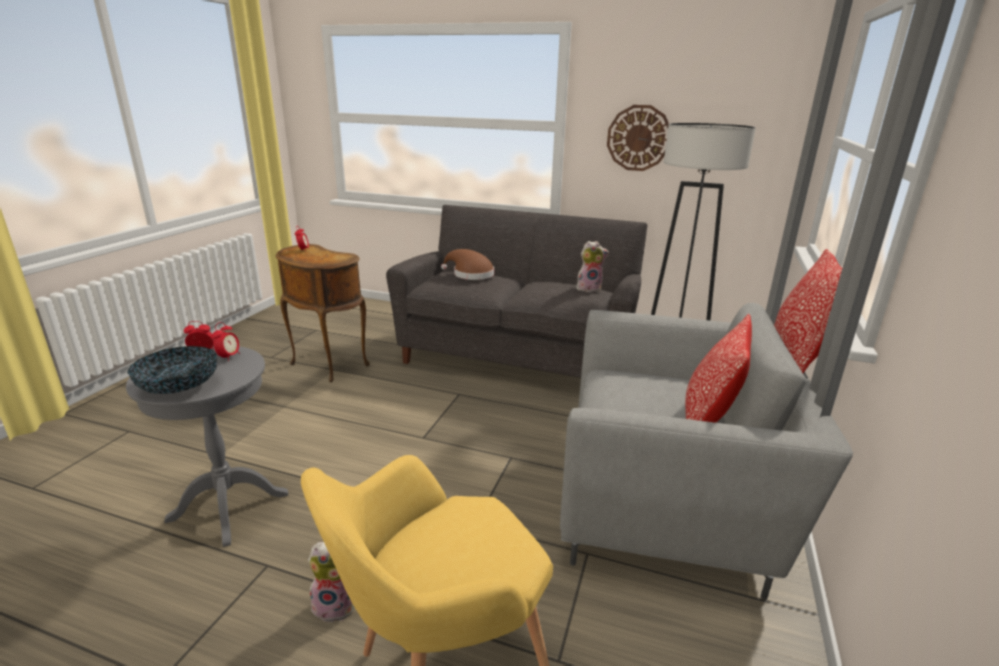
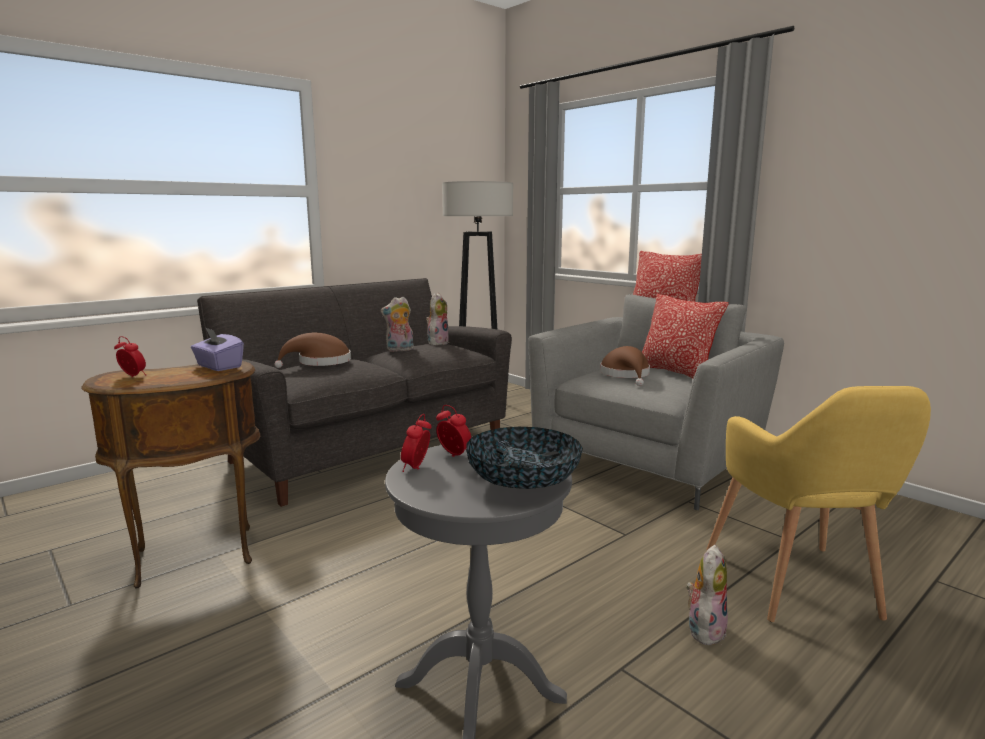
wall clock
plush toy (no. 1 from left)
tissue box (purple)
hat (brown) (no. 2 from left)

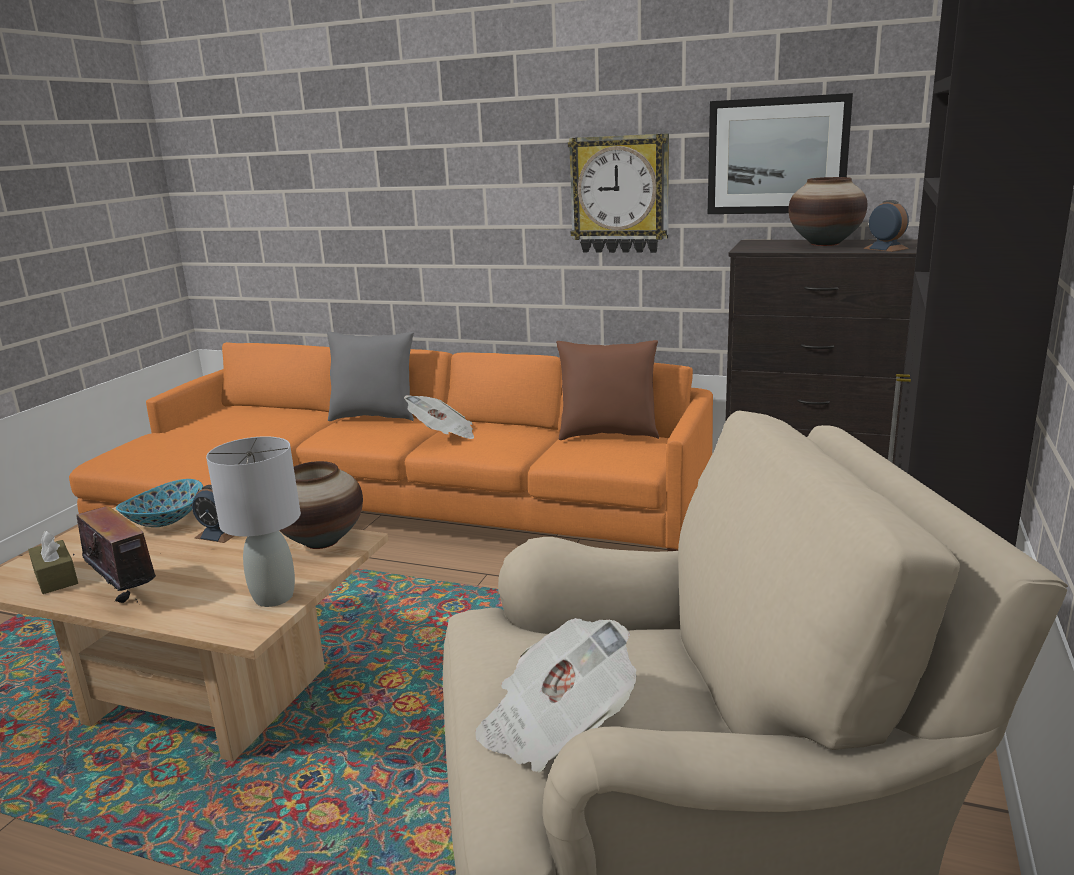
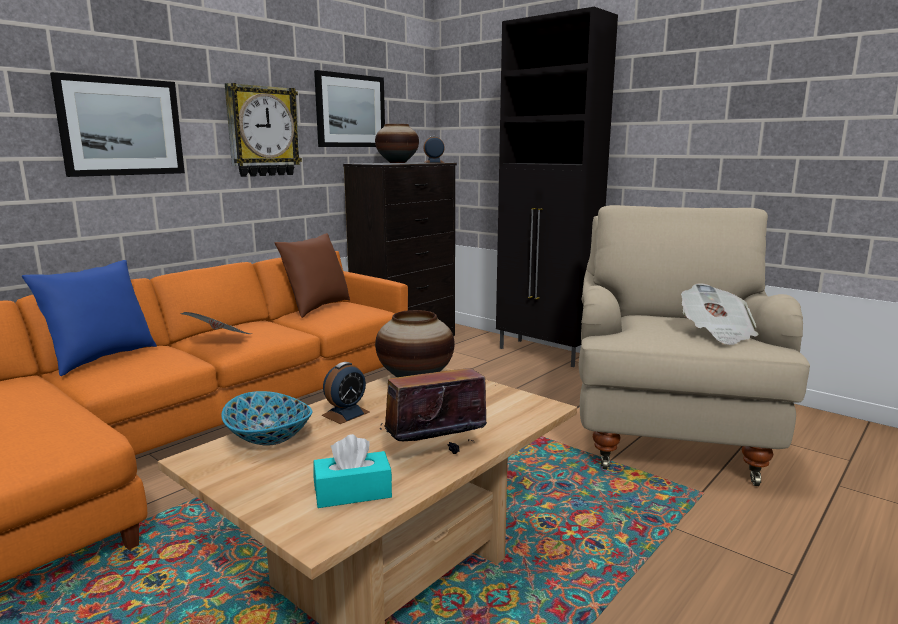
pillow (blue)
table lamp (grey)
tissue box (turquoise)
picture (no. 1 from left)

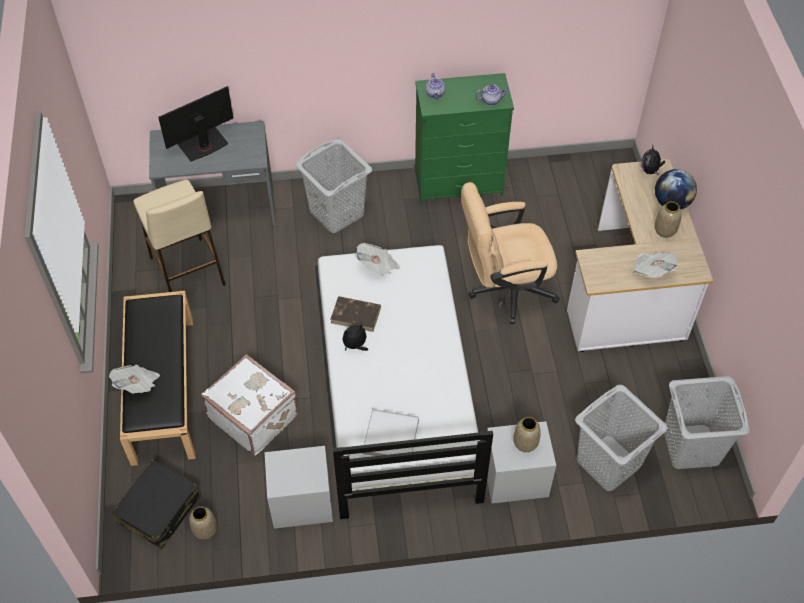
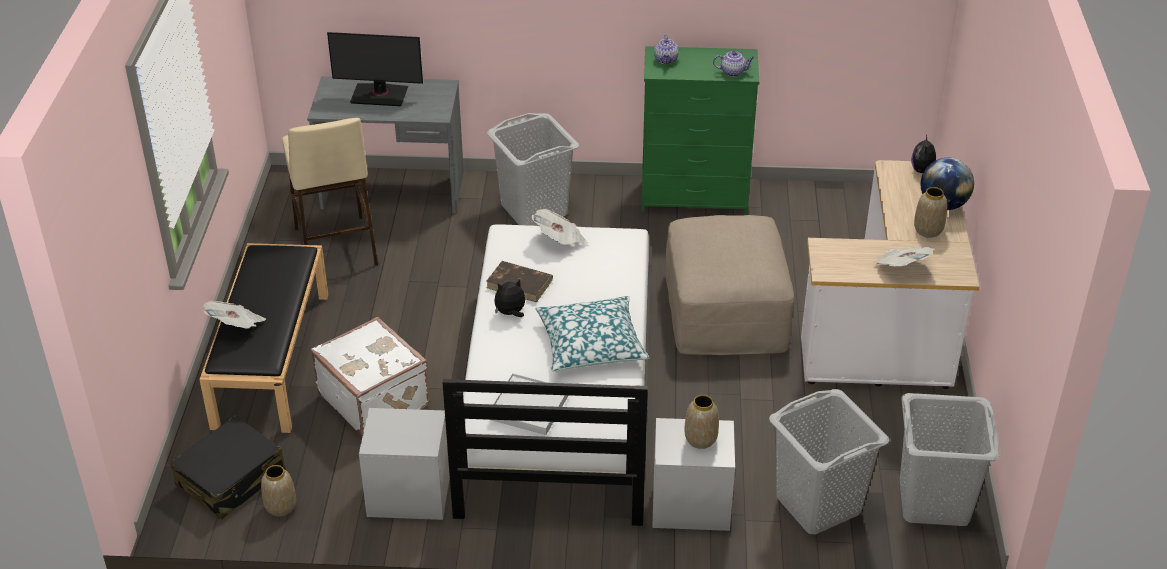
monitor
ottoman (beige)
pillow

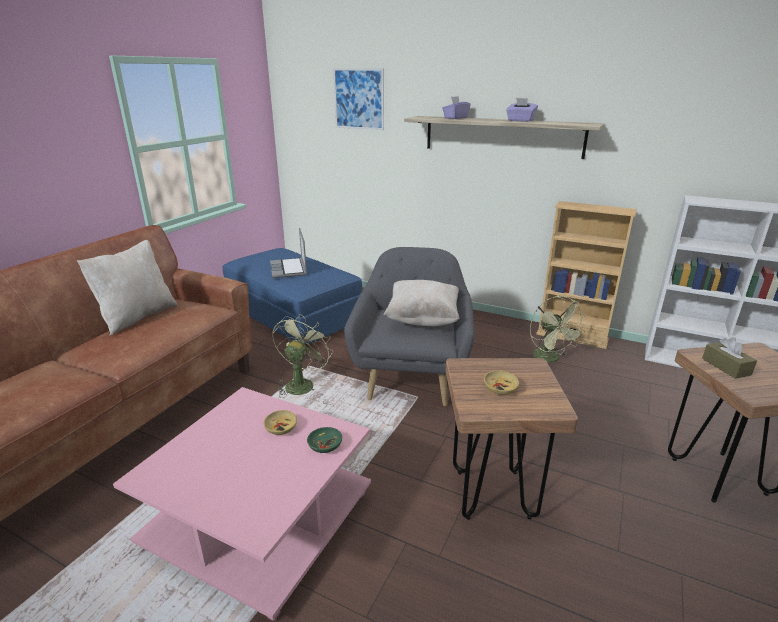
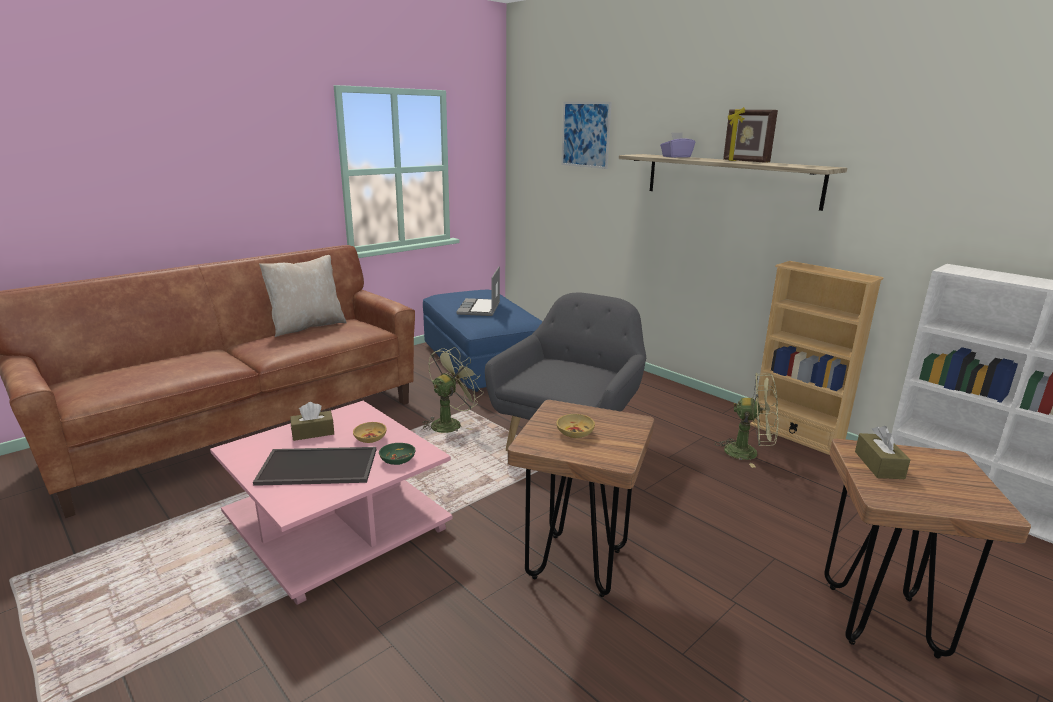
picture frame
pillow (beige) (no. 2 from left in the first image)
fan (green) (no. 2 from left)
tissue box (brown) (no. 1 from left)
tray

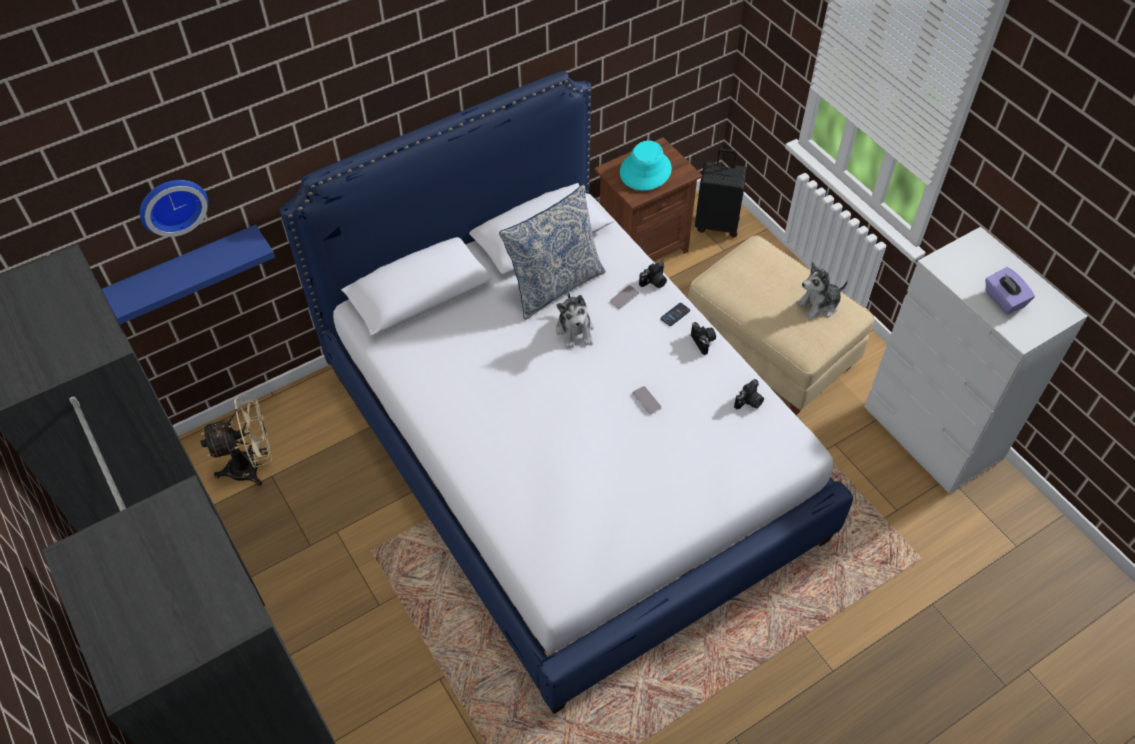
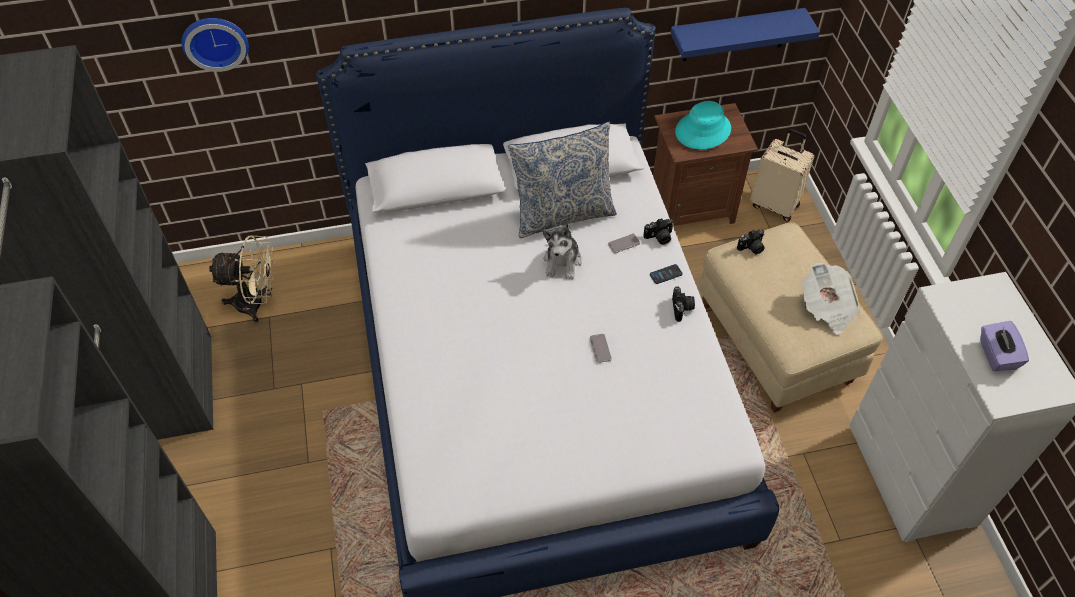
suitcase (beige)
shelf (blue)
newspaper
photo camera (no. 3 from left)

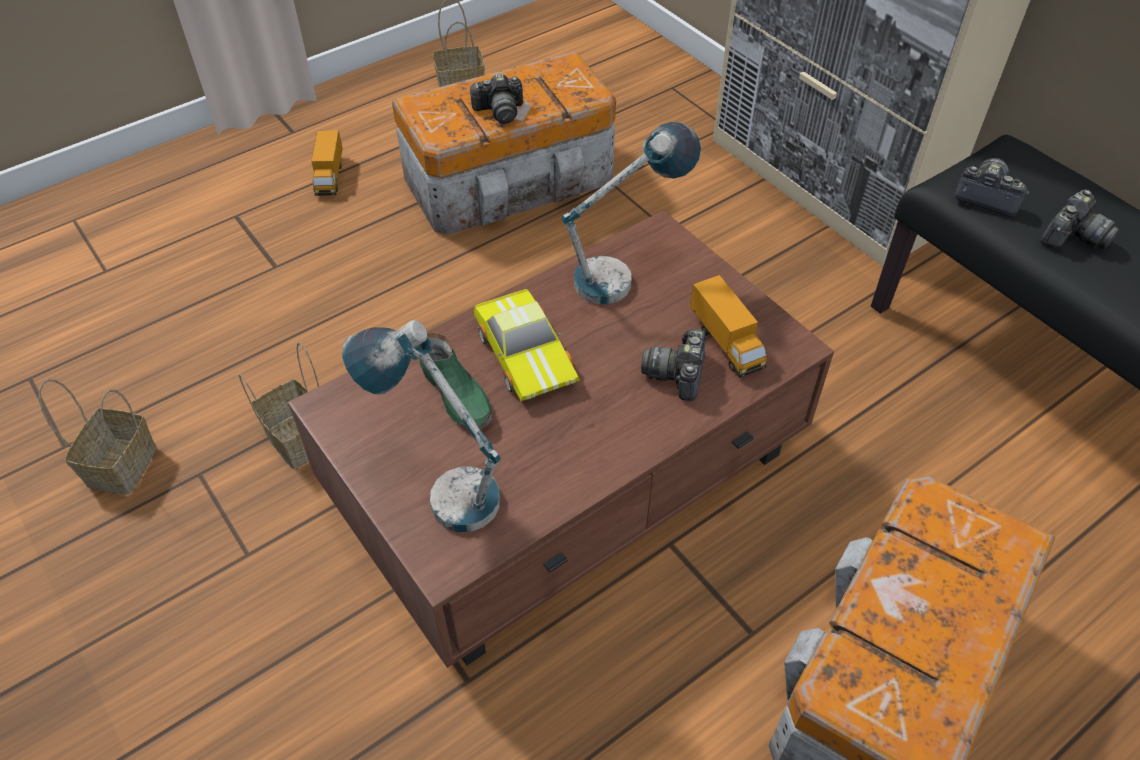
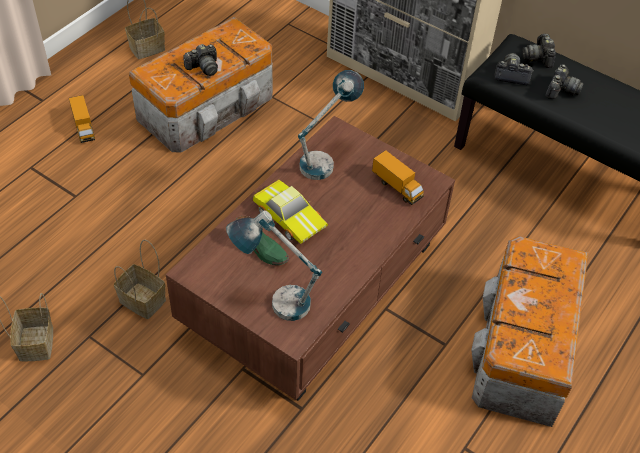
photo camera (no. 3 from left)

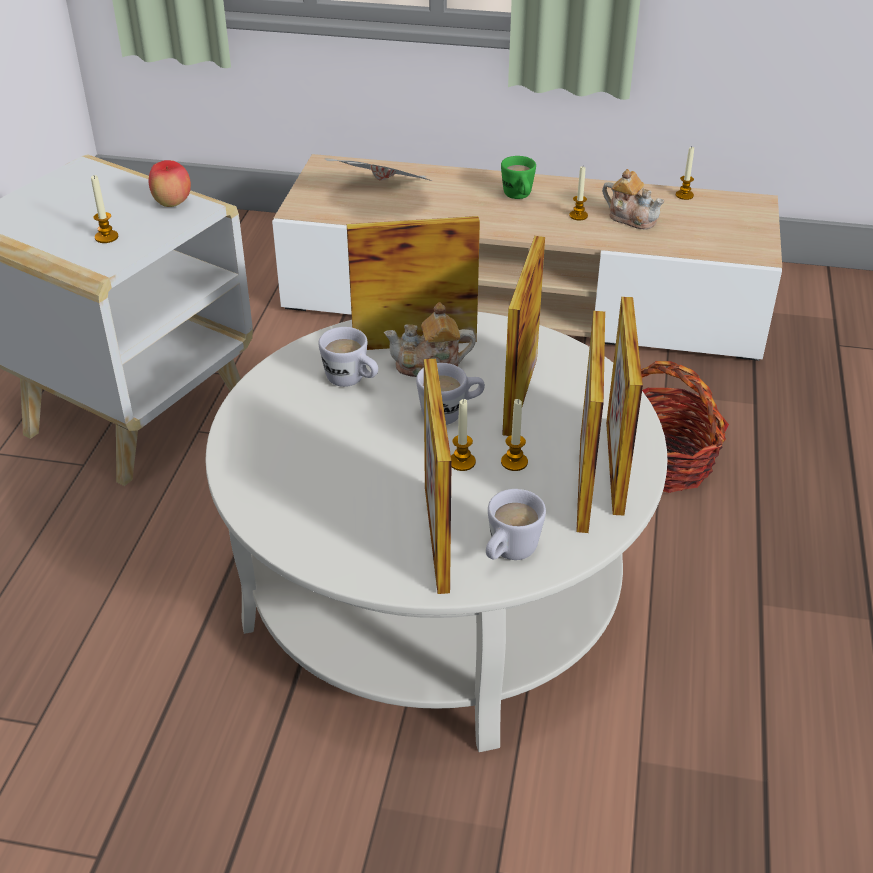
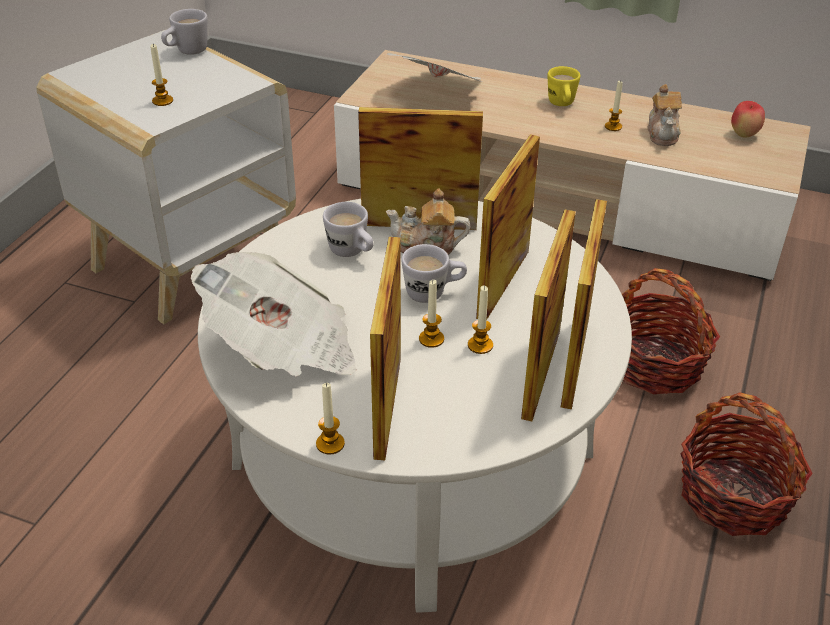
candle (no. 2 from left)
mug (yellow)
apple
teapot (no. 2 from left)
mug (white) (no. 1 from left)
newspaper (no. 1 from left)
basket (no. 2 from left)

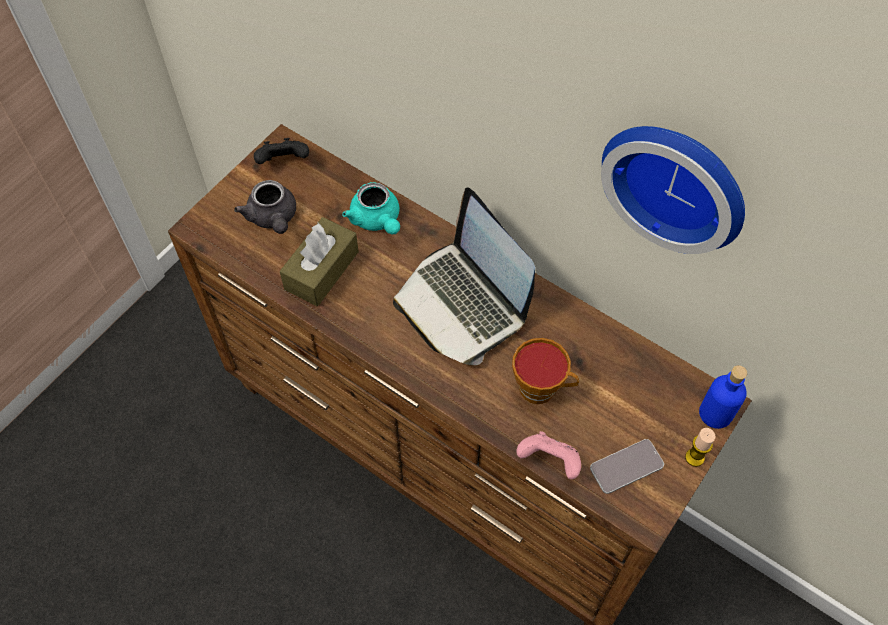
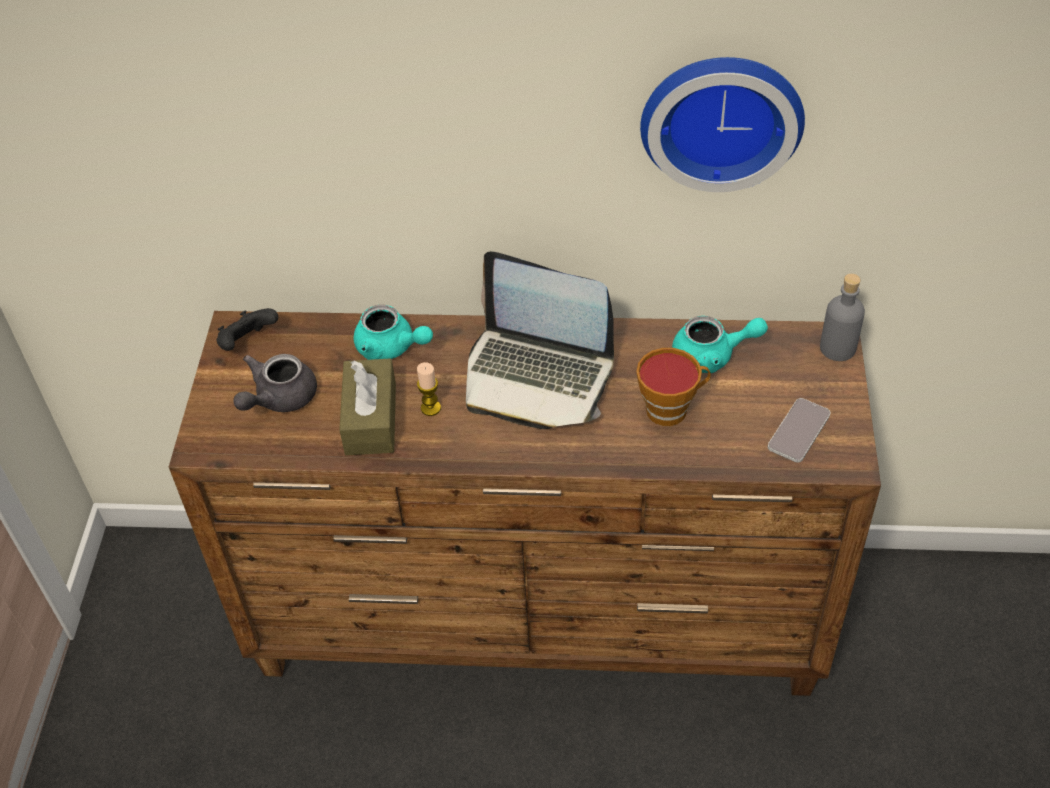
teapot (grey)
bottle (grey)
candle
game controller (pink)
teapot (turquoise) (no. 2 from left)

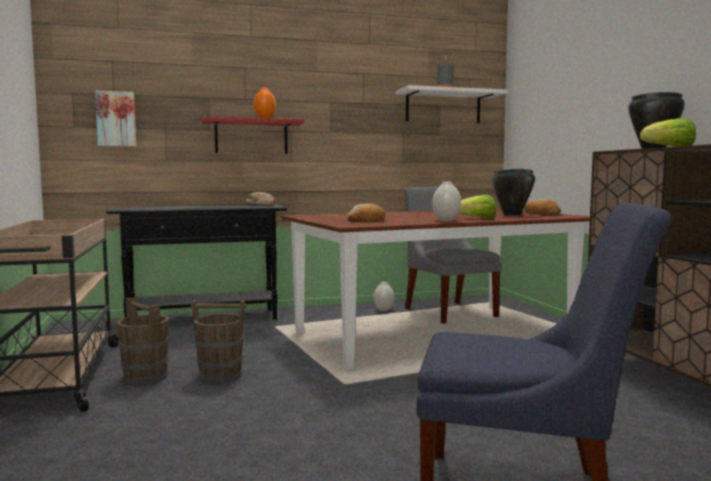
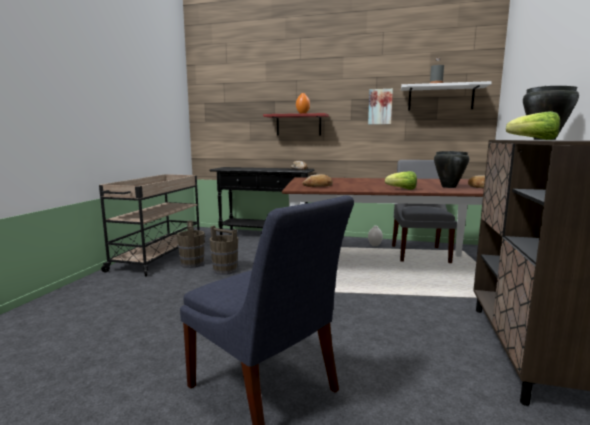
picture
vase (white) (no. 2 from left in the first image)

